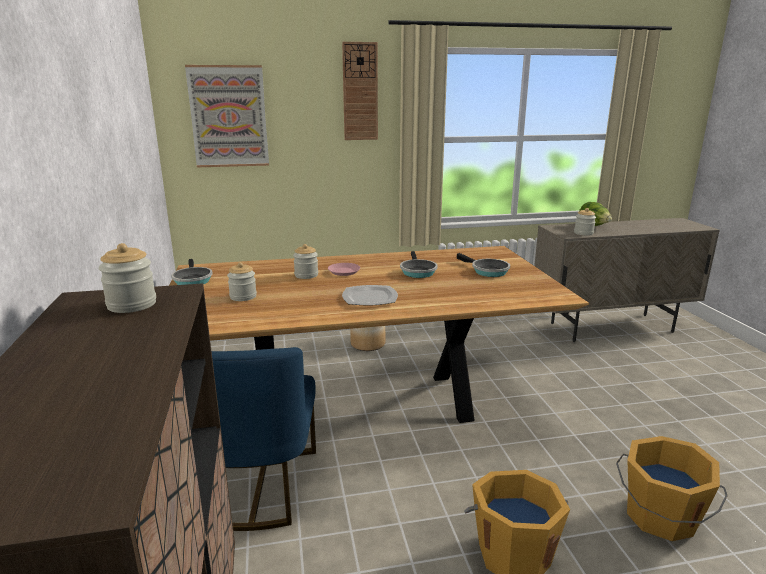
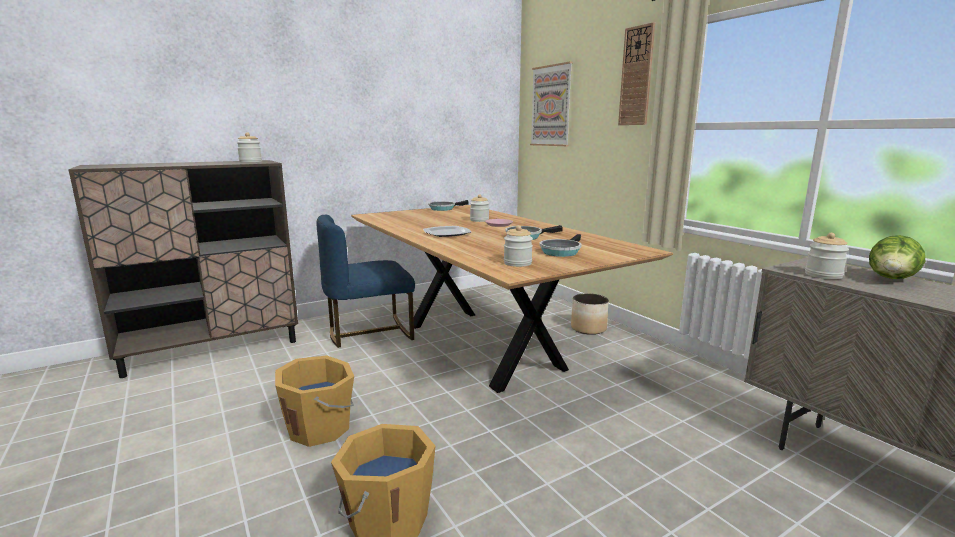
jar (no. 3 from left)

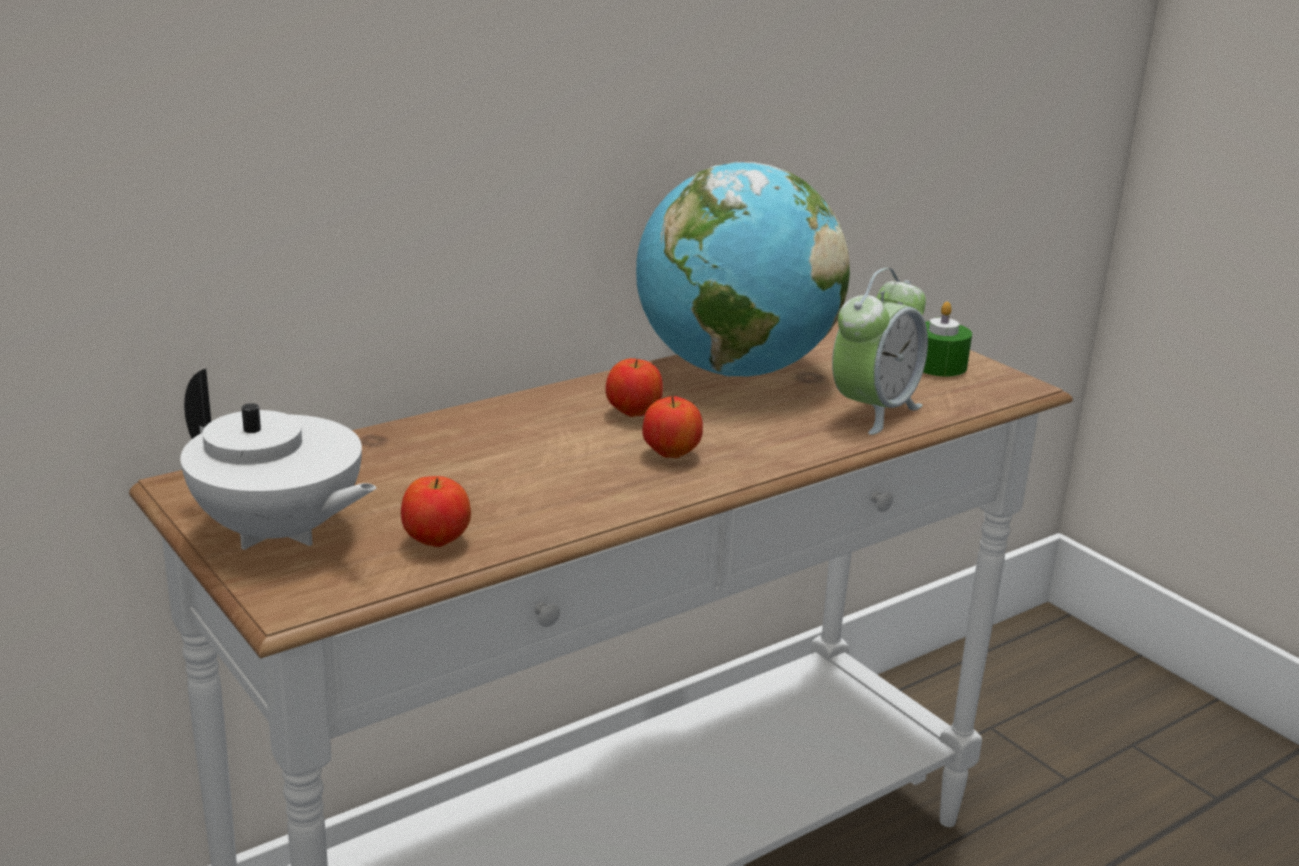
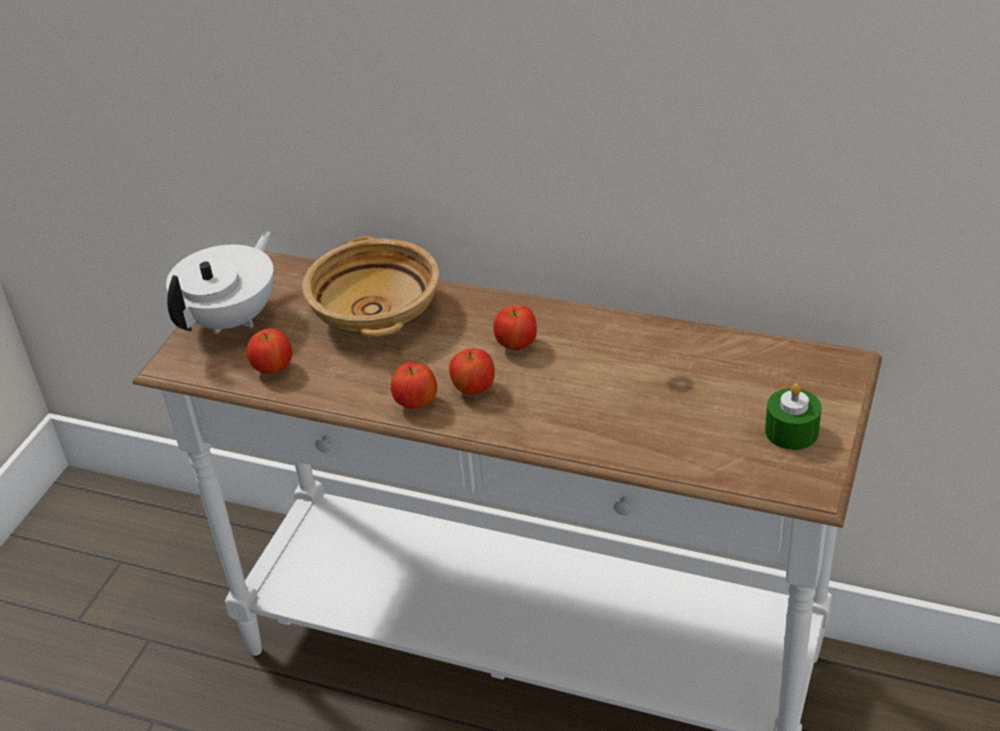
globe
alarm clock
teapot (white)
bowl (beige)
apple (no. 2 from left)

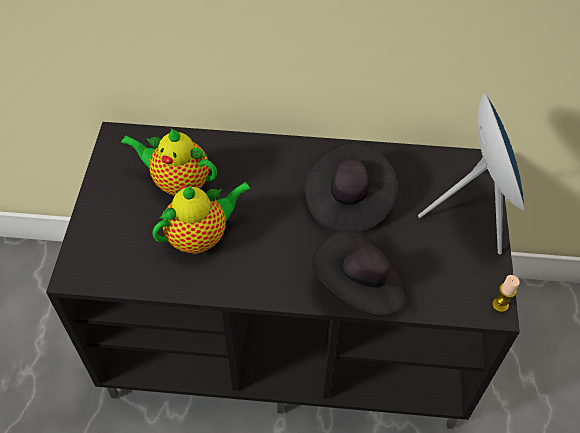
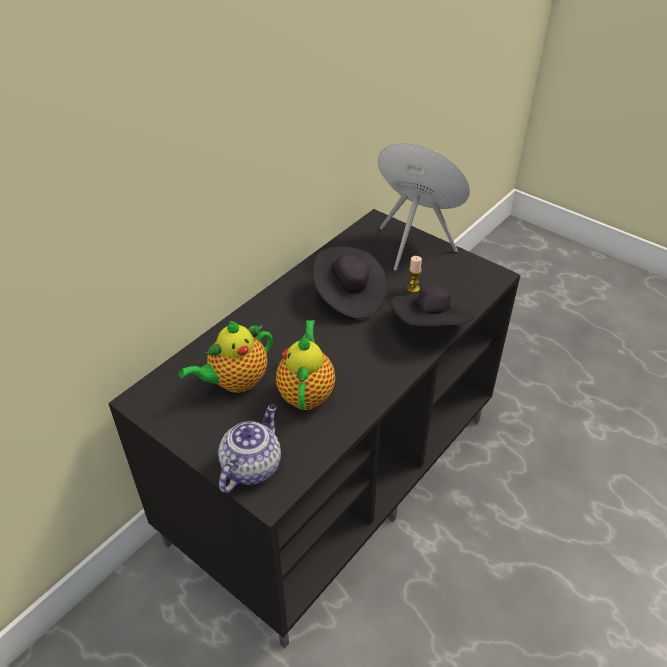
candle
teapot (no. 2 from left)

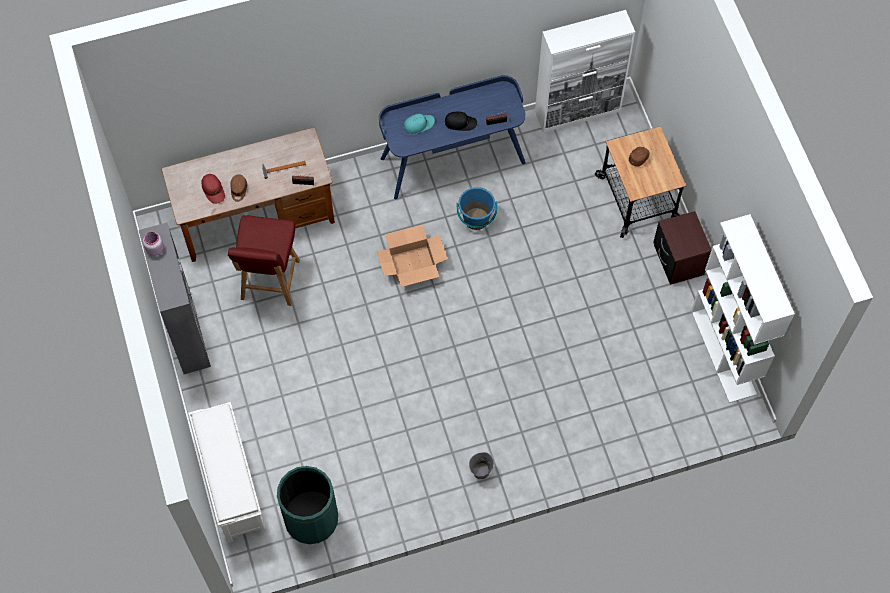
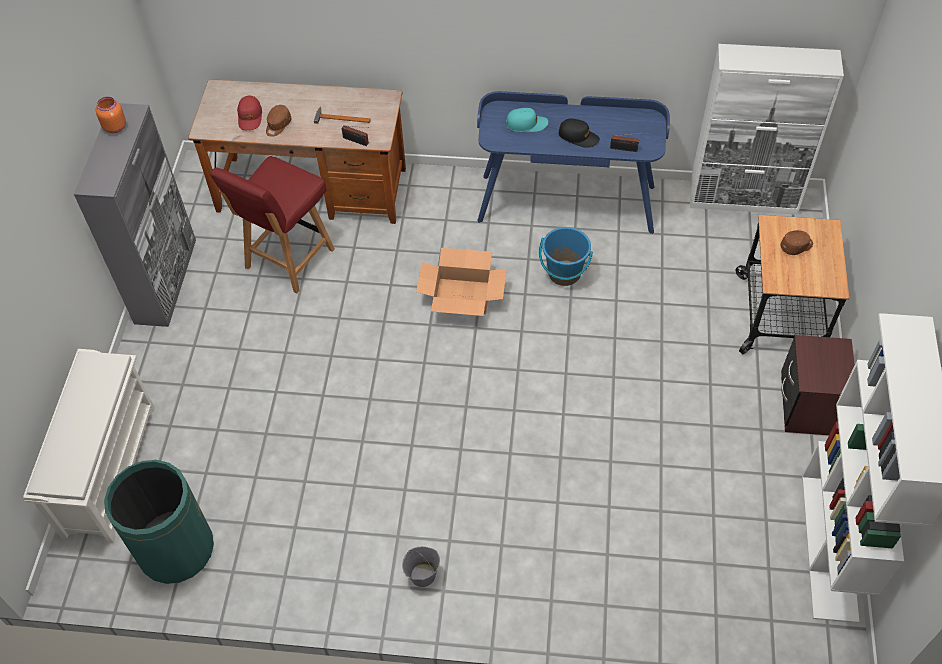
jar (orange)

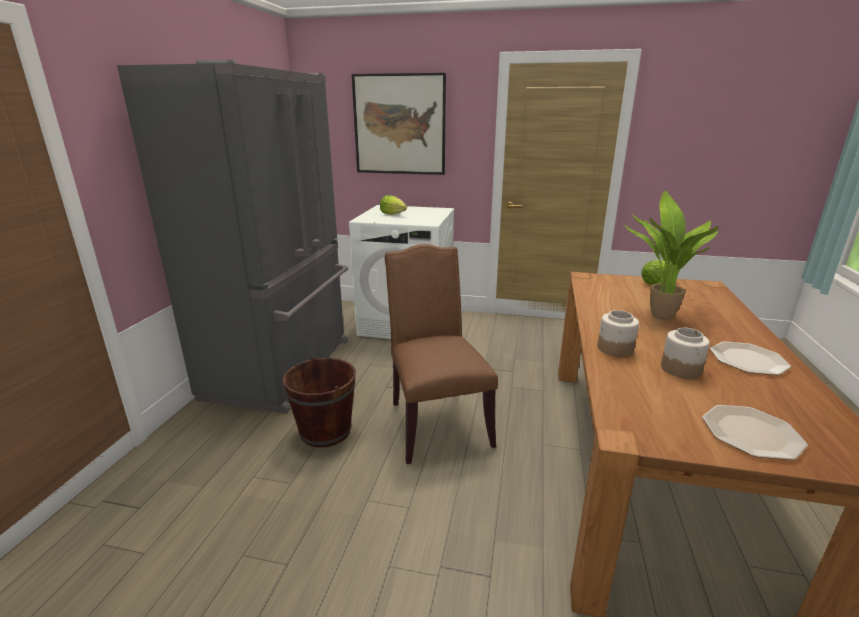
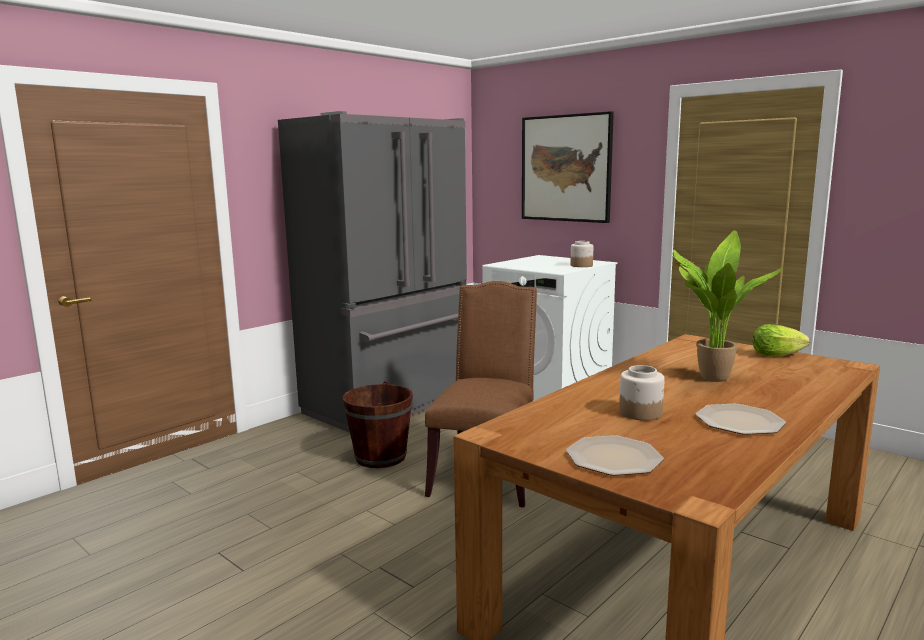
lettuce (no. 1 from left in the first image)
jar (no. 1 from left)

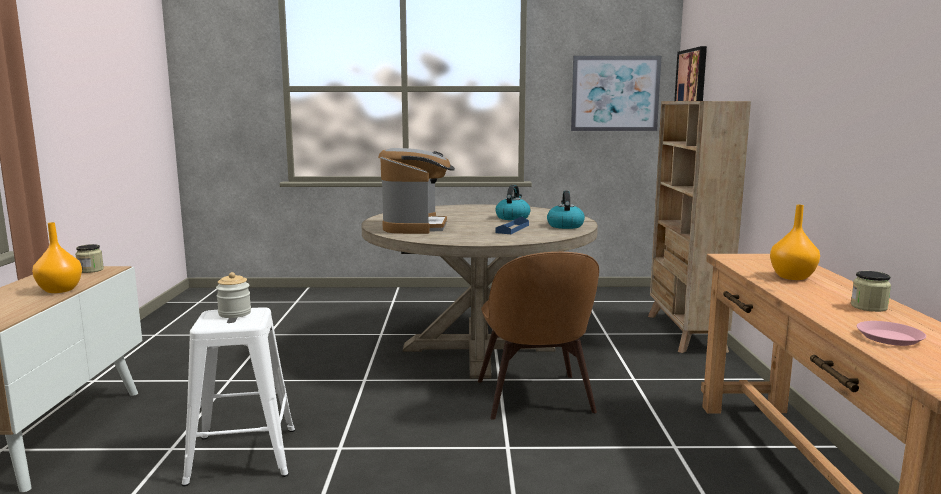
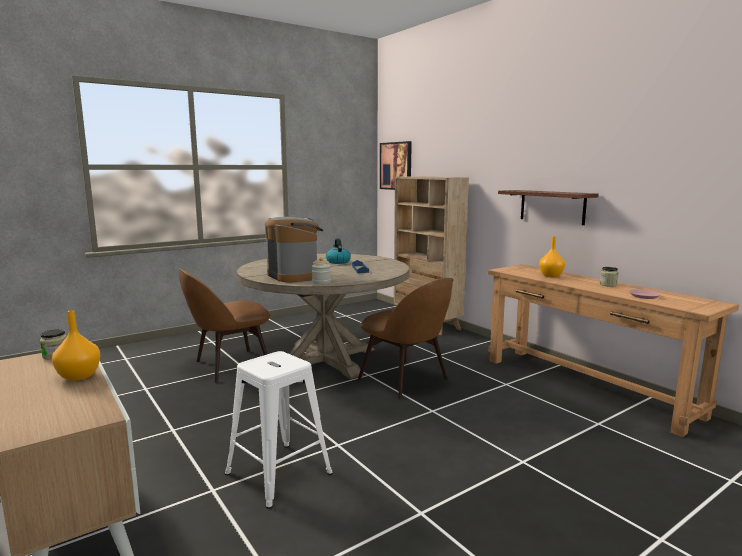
picture (no. 1 from left in the first image)
kettle (no. 2 from left in the first image)
jar (no. 2 from left)
shelf
chair (brown) (no. 1 from left)

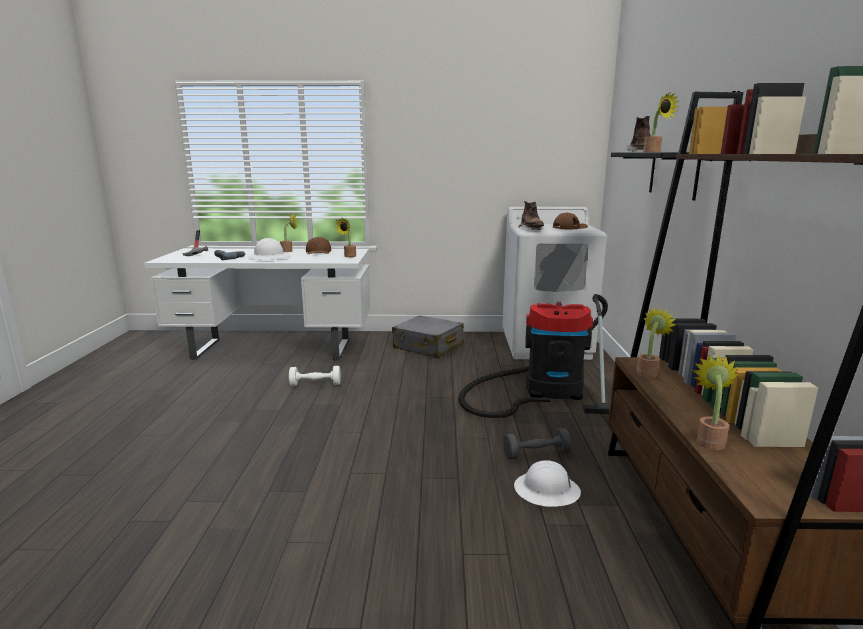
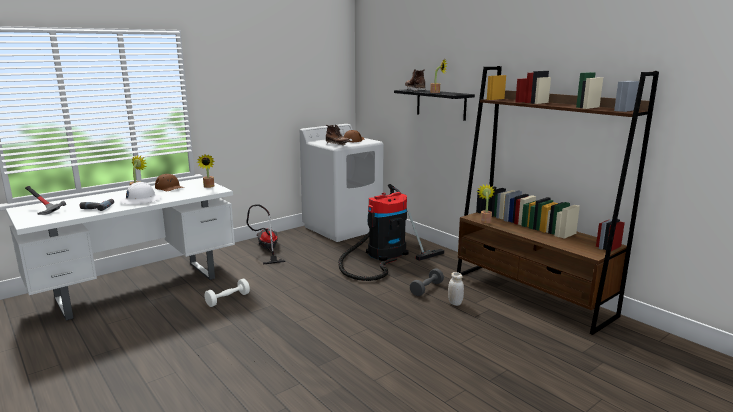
vacuum cleaner (no. 1 from left)
potted plant (no. 5 from left in the first image)
jar (white)

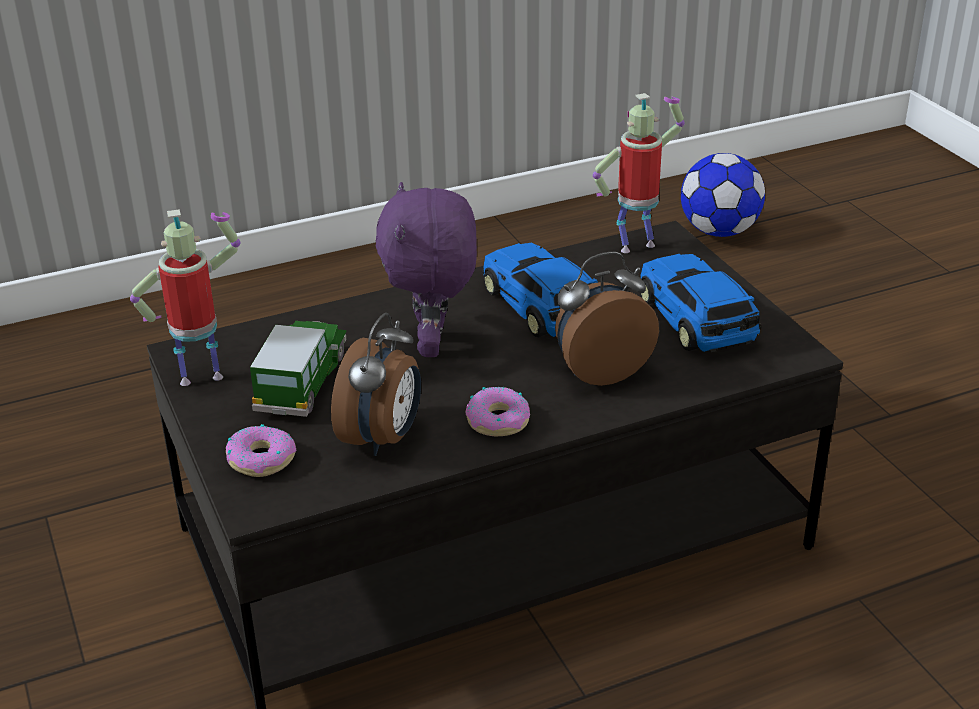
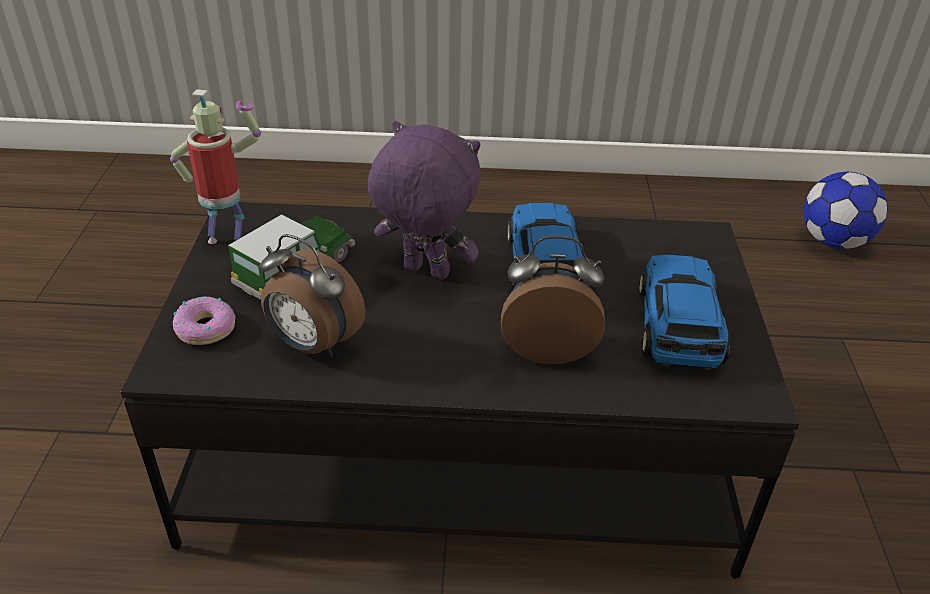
toy robot (no. 2 from left in the first image)
plush toy (purple)
alarm clock (no. 1 from left)
donut (no. 2 from left in the first image)

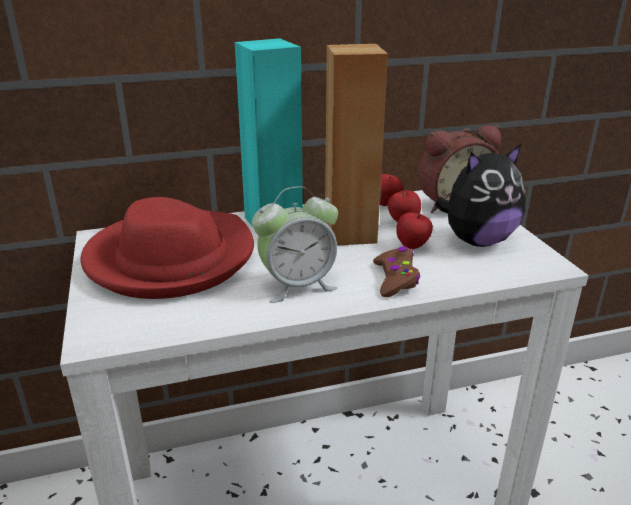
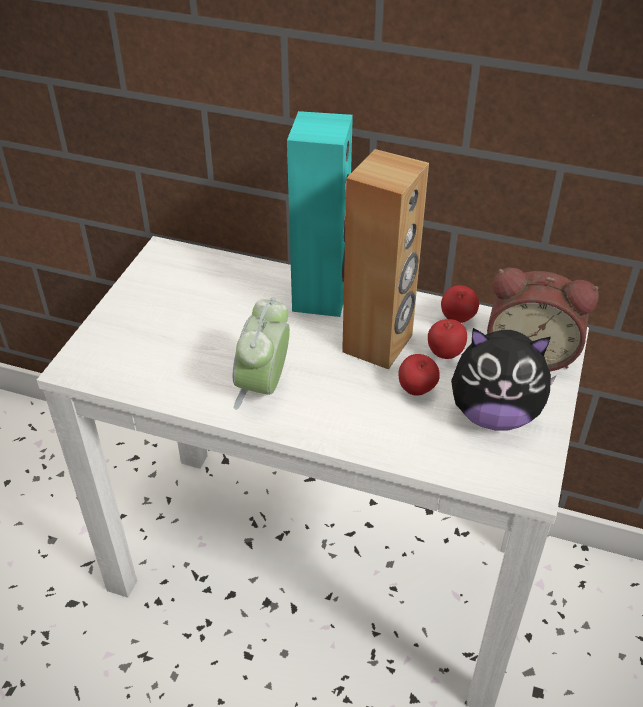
alarm clock (no. 1 from left)
hat (red)
game controller (brown)

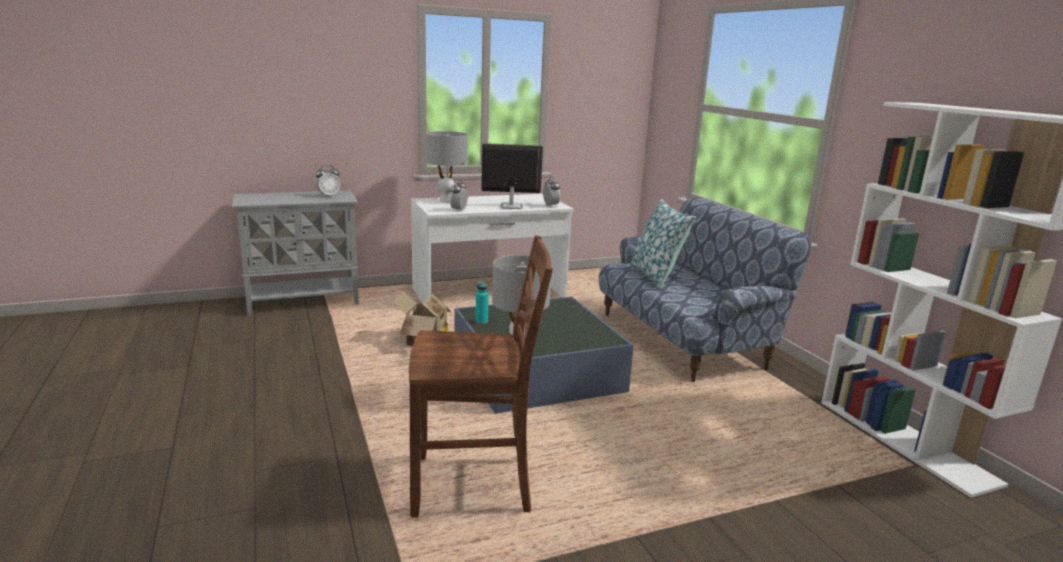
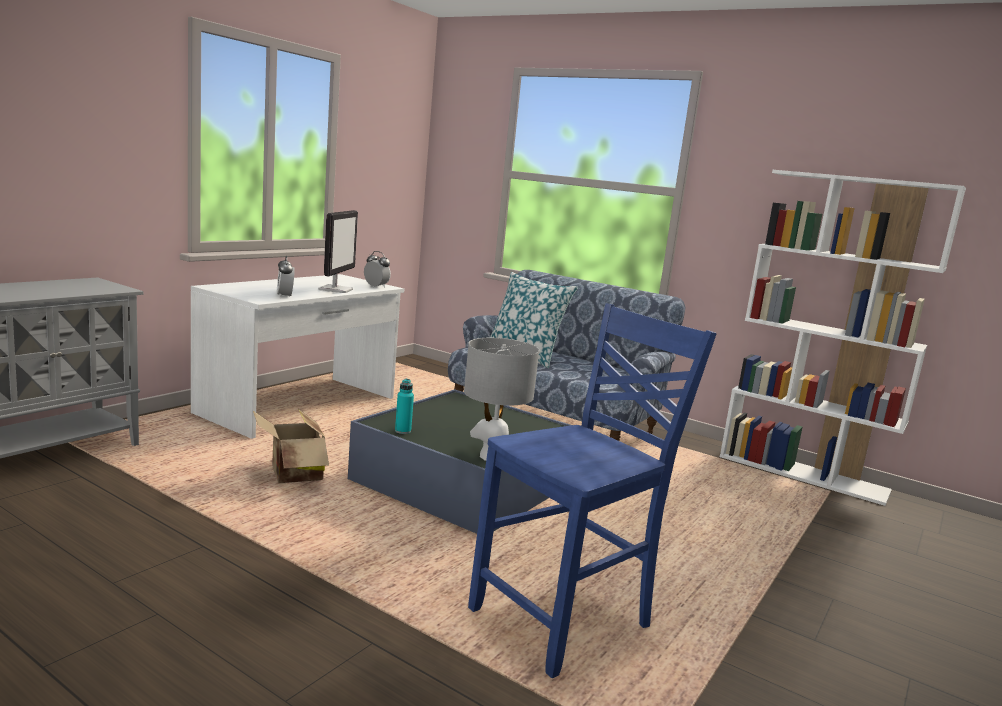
table lamp (grey) (no. 1 from left in the first image)
monitor
alarm clock (no. 1 from left in the first image)
chair (blue)

